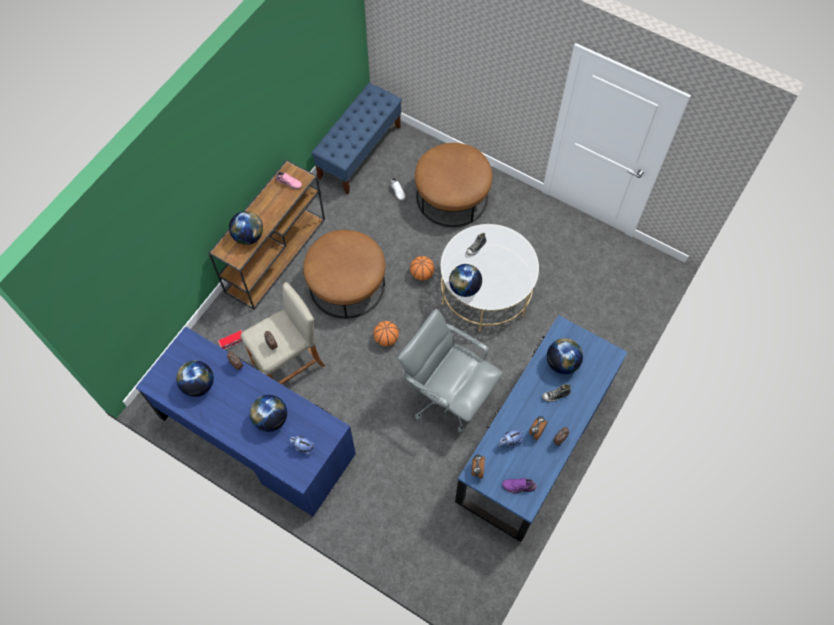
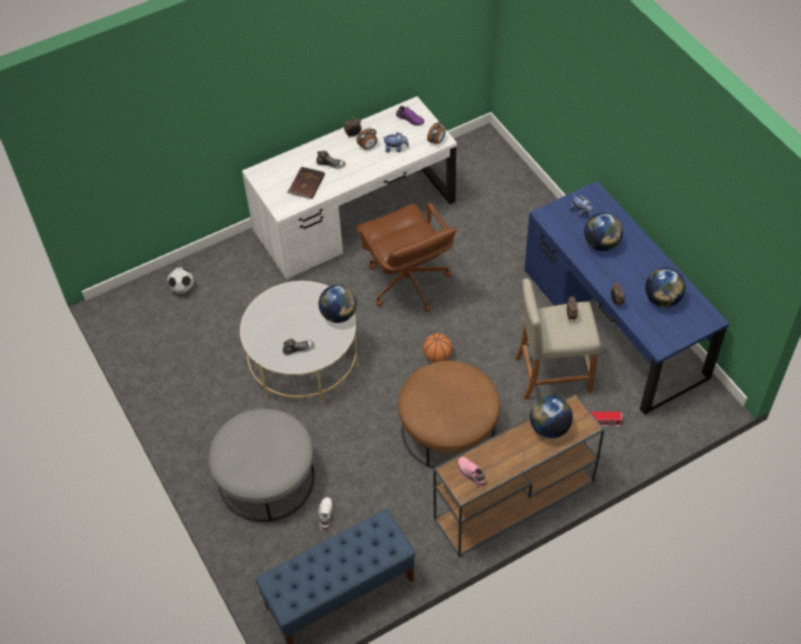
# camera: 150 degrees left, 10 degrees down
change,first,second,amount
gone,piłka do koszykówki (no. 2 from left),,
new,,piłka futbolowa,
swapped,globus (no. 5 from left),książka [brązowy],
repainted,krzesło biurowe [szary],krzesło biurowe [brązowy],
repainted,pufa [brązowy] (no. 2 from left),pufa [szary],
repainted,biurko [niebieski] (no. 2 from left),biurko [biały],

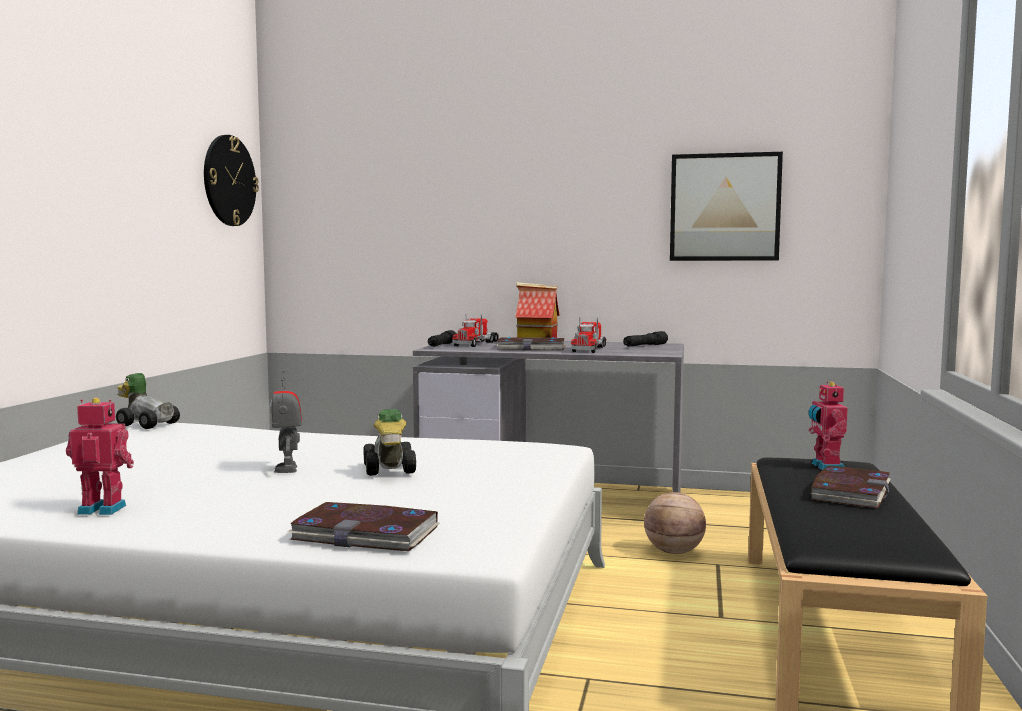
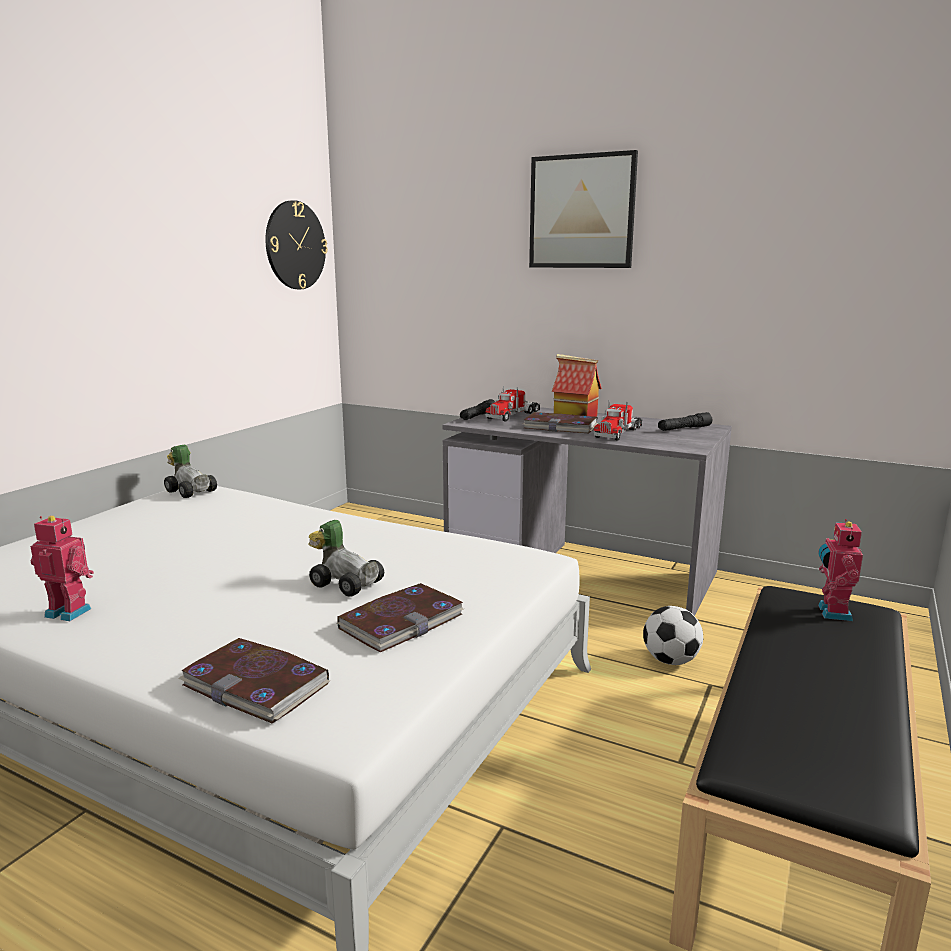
# camera: 15 degrees right, 10 degrees up
change,first,second,amount
gone,robot zabawkowy (no. 2 from left),,
shifted,obraz,,
shifted,książka (no. 3 from left in the first image),książka (no. 2 from left),
swapped,piłka do koszykówki,piłka futbolowa,
rotated,samochodzik (no. 2 from left),,120 degrees clockwise

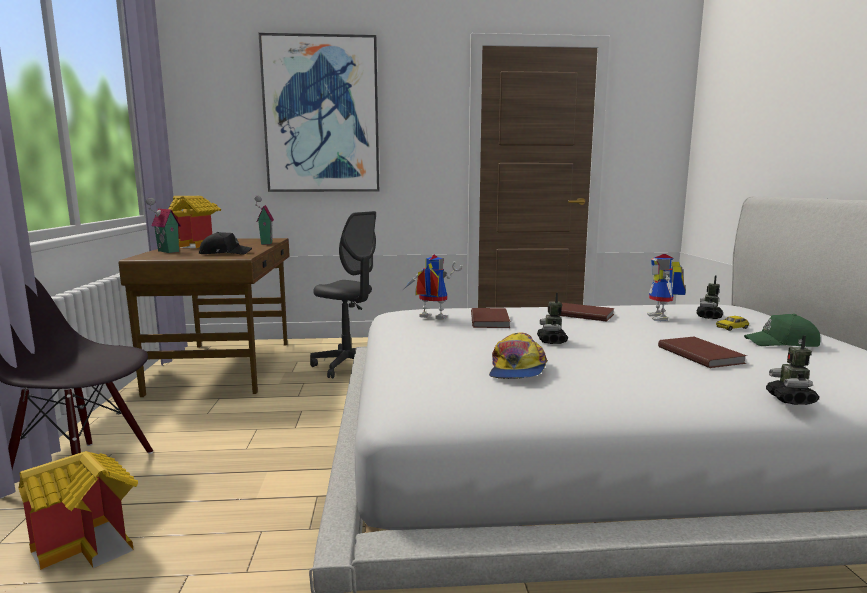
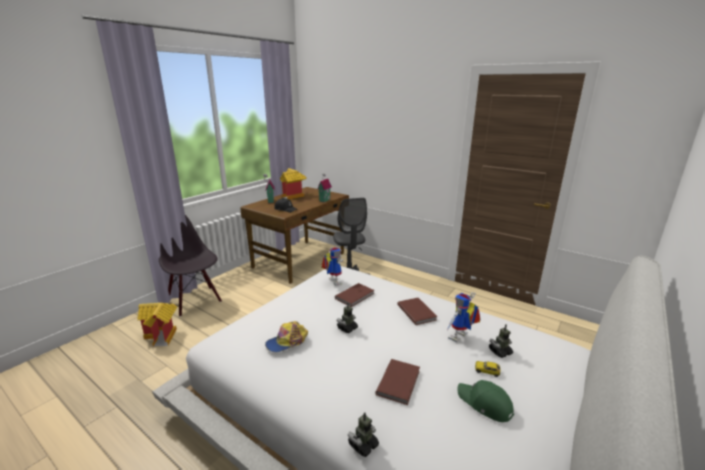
# camera: 40 degrees right, 10 degrees up
change,first,second,amount
gone,obraz,,

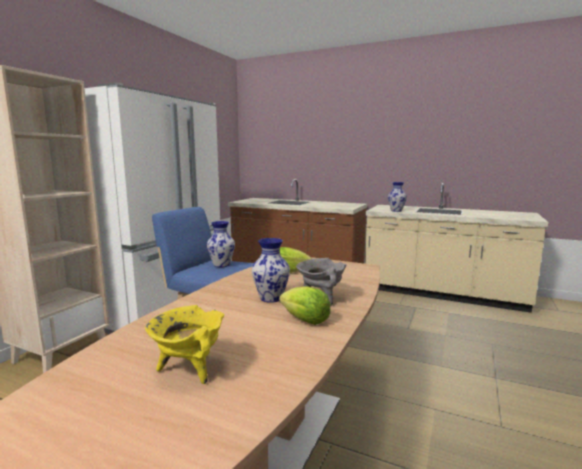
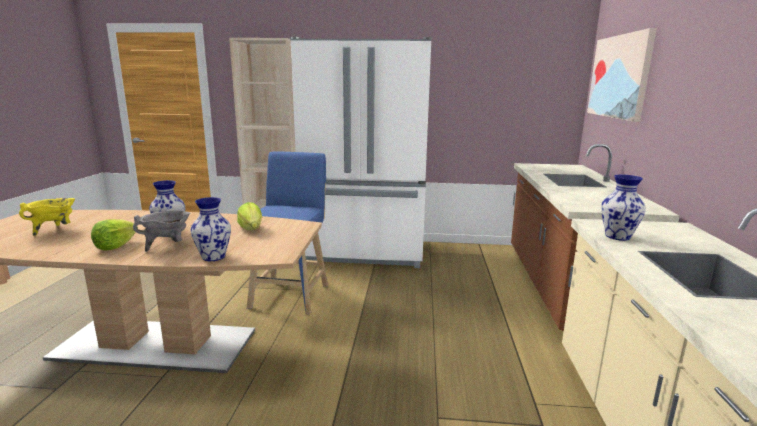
# camera: 70 degrees right, 5 degrees up
change,first,second,amount
new,,obraz,
shifted,wazon (no. 1 from left in the first image),wazon (no. 2 from left),

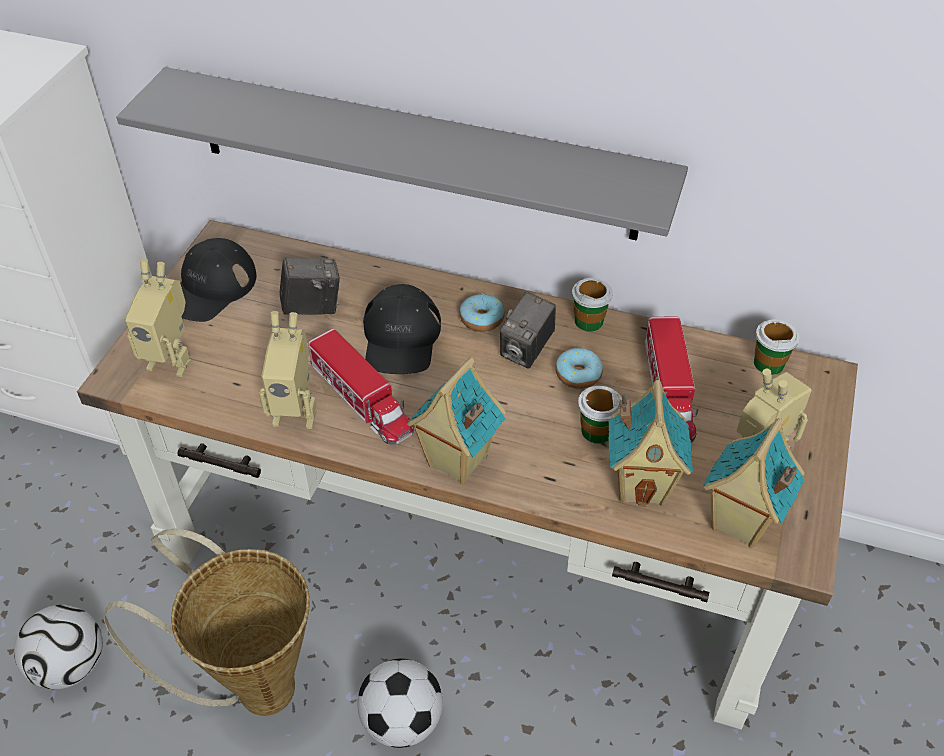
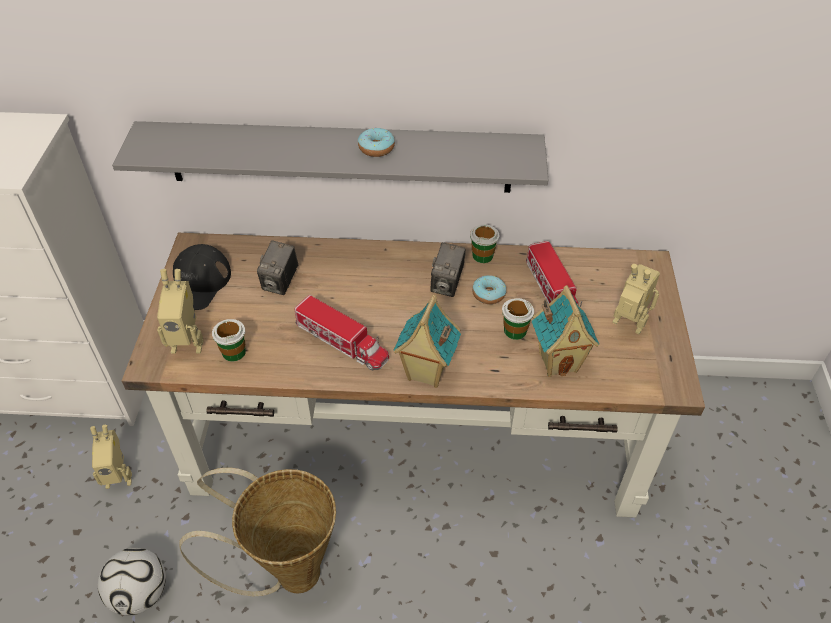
# camera: 15 degrees left, 0 degrees up
change,first,second,amount
gone,piłka futbolowa (no. 2 from left),,
gone,czapka z daszkiem [czarny] (no. 2 from left),,
gone,domek (no. 3 from left),,
shifted,robot zabawkowy (no. 2 from left in the first image),robot zabawkowy (no. 1 from left),
shifted,donut (no. 1 from left),,
shifted,filiżanka (no. 3 from left in the first image),filiżanka (no. 1 from left),
rotated,aparat fotograficzny (no. 1 from left),,135 degrees clockwise

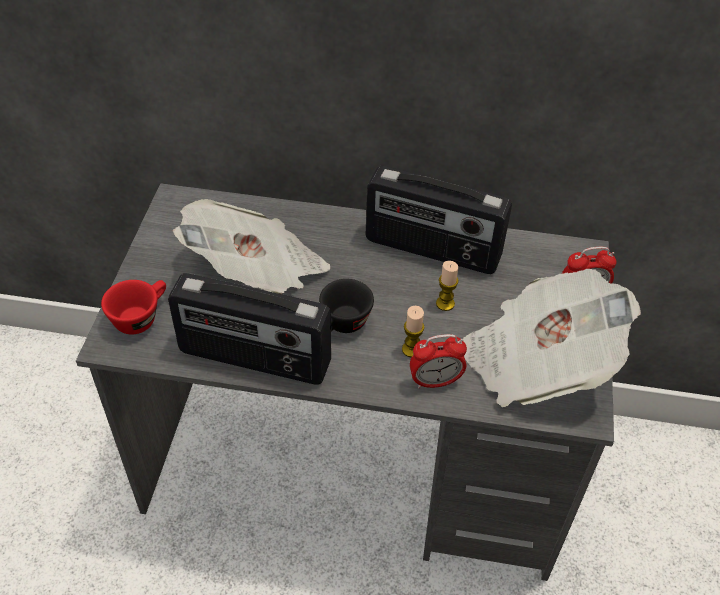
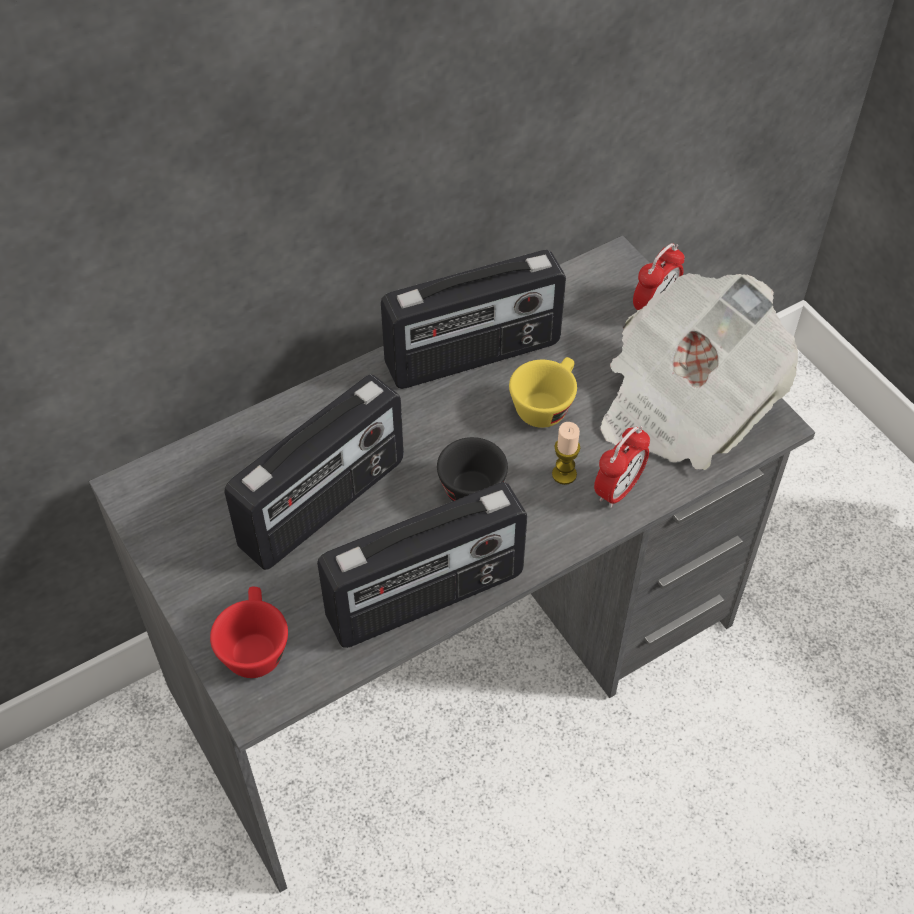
# camera: 40 degrees left, 5 degrees up
change,first,second,amount
swapped,gazeta (no. 1 from left),radio (no. 1 from left),
swapped,świeca (no. 2 from left),filiżanka [żółty],

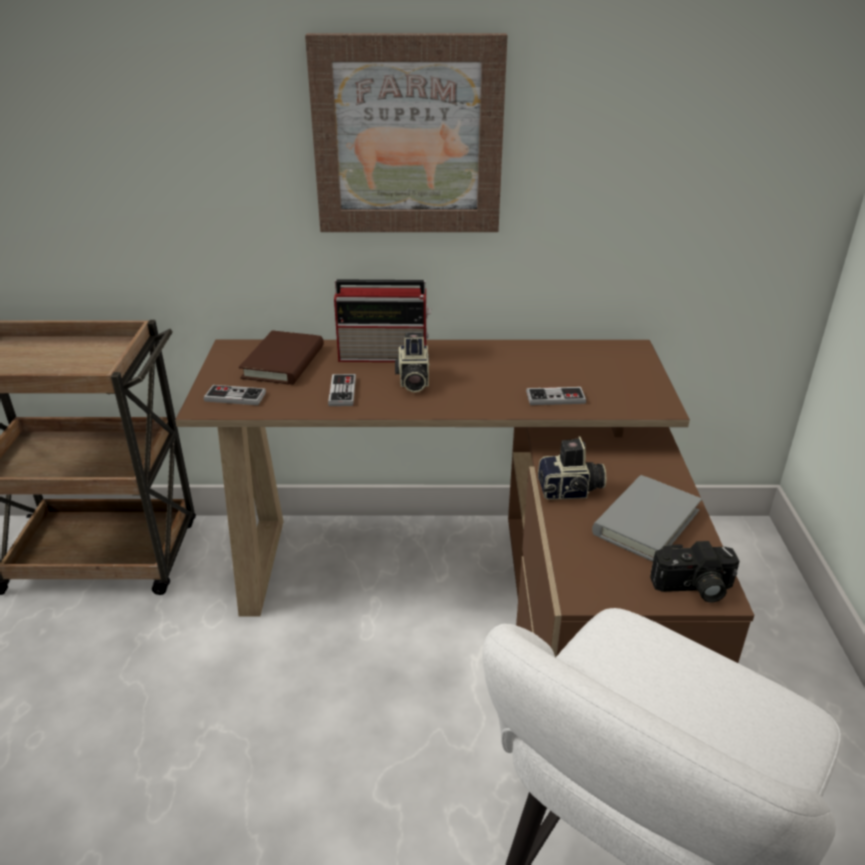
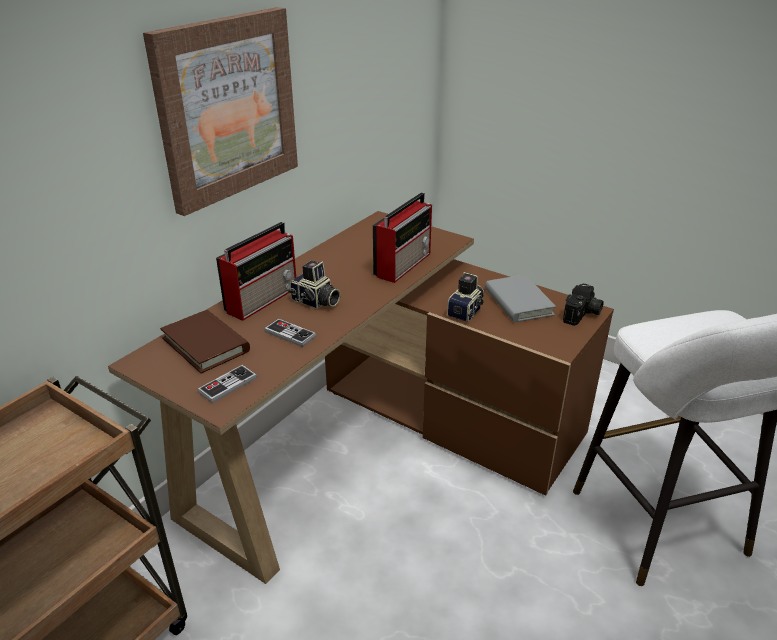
# camera: 55 degrees left, 0 degrees up
change,first,second,amount
swapped,pad do gier (no. 3 from left),radio (no. 2 from left),

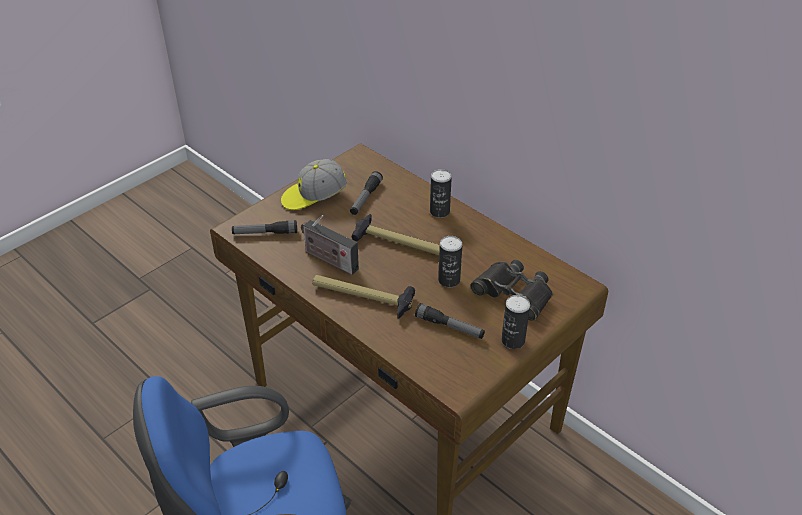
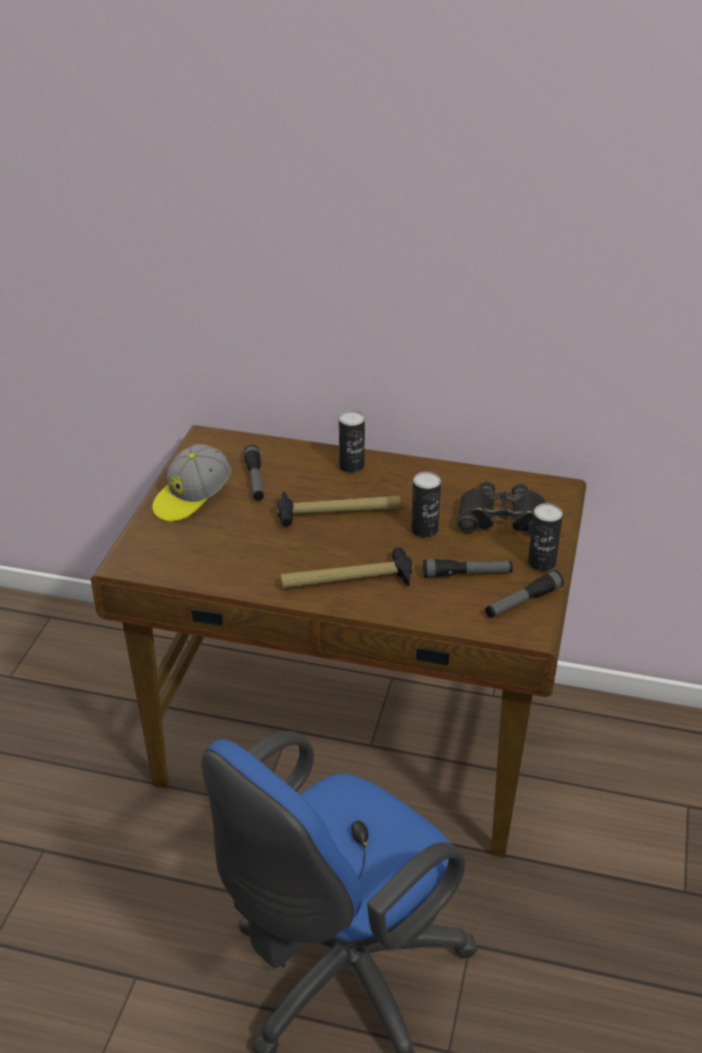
# camera: 30 degrees left, 5 degrees down
change,first,second,amount
gone,radio,,
shifted,latarka (no. 1 from left in the first image),latarka (no. 3 from left),

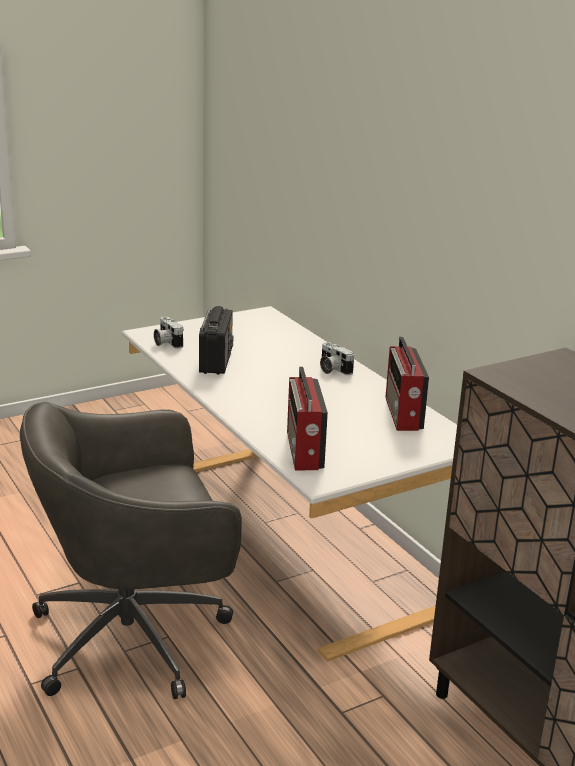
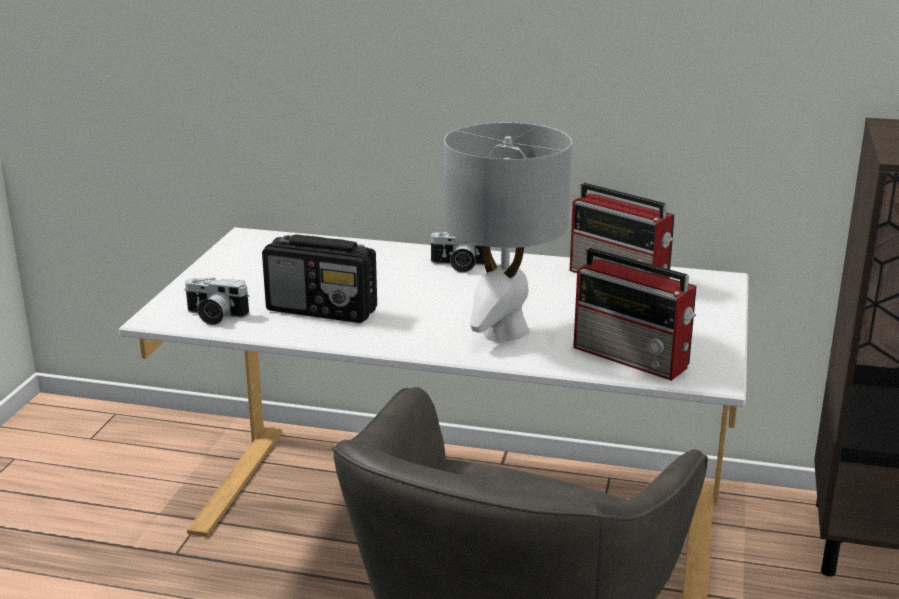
# camera: 45 degrees left, 0 degrees up
change,first,second,amount
new,,lampa stołowa [szary],
rotated,radio (no. 1 from left),,150 degrees clockwise

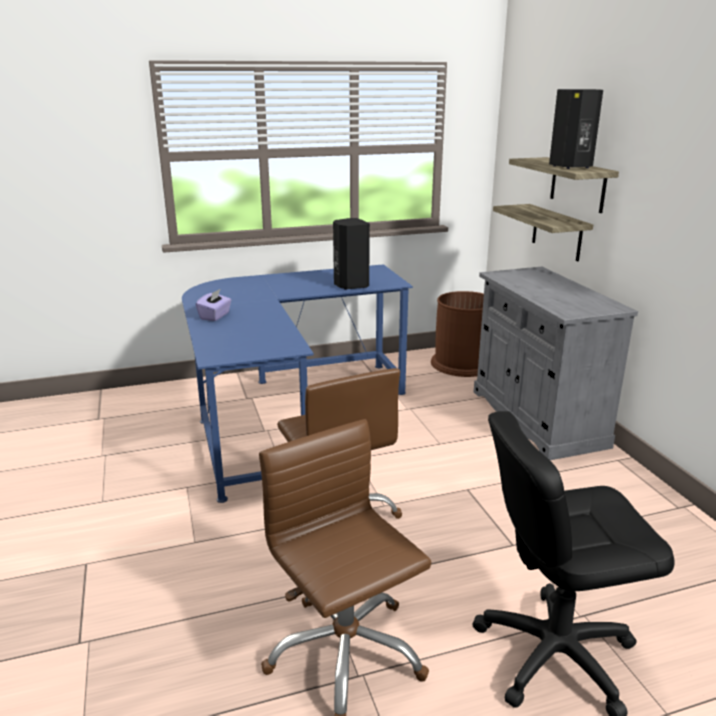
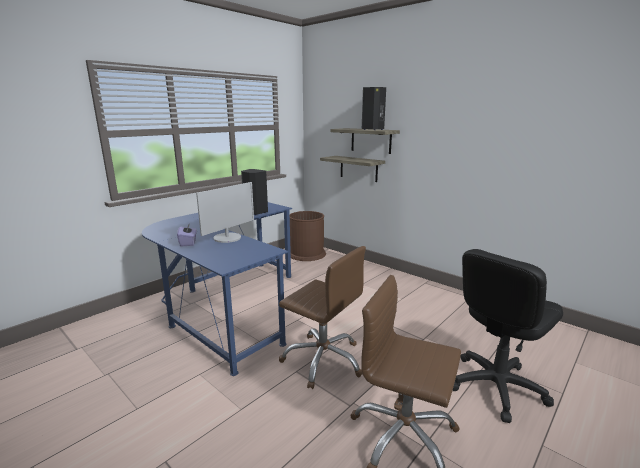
# camera: 30 degrees left, 5 degrees down
change,first,second,amount
gone,szafka [szary],,
new,,monitor,

